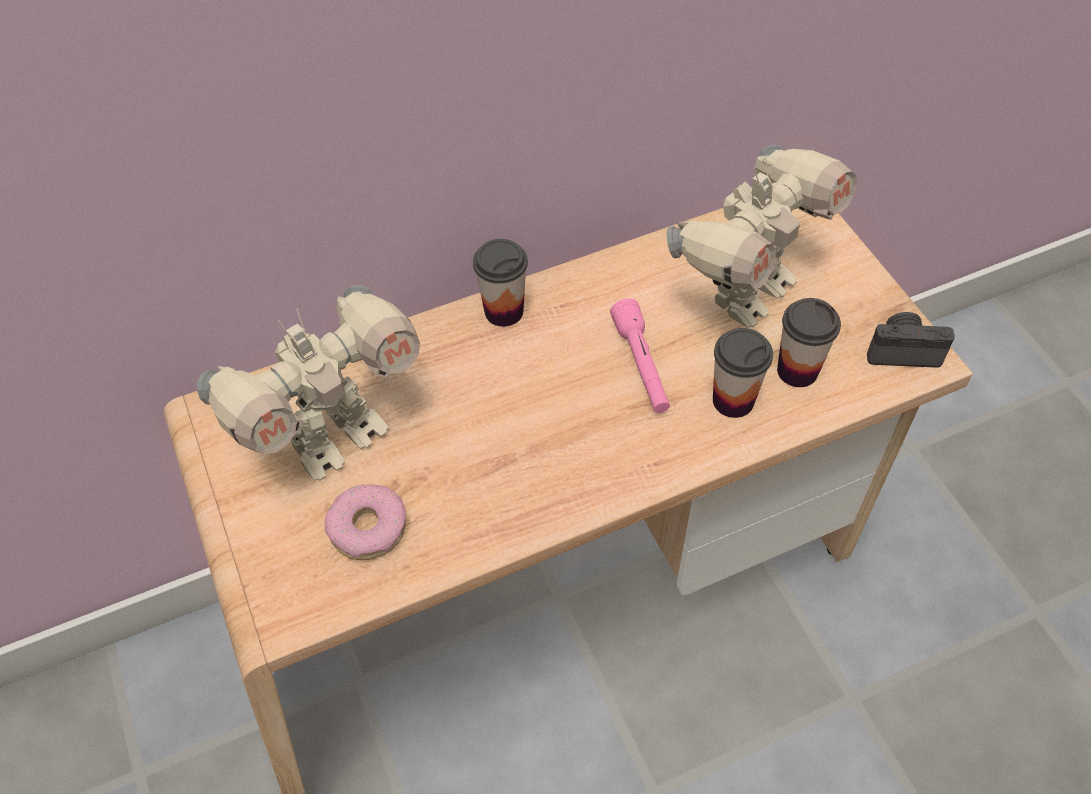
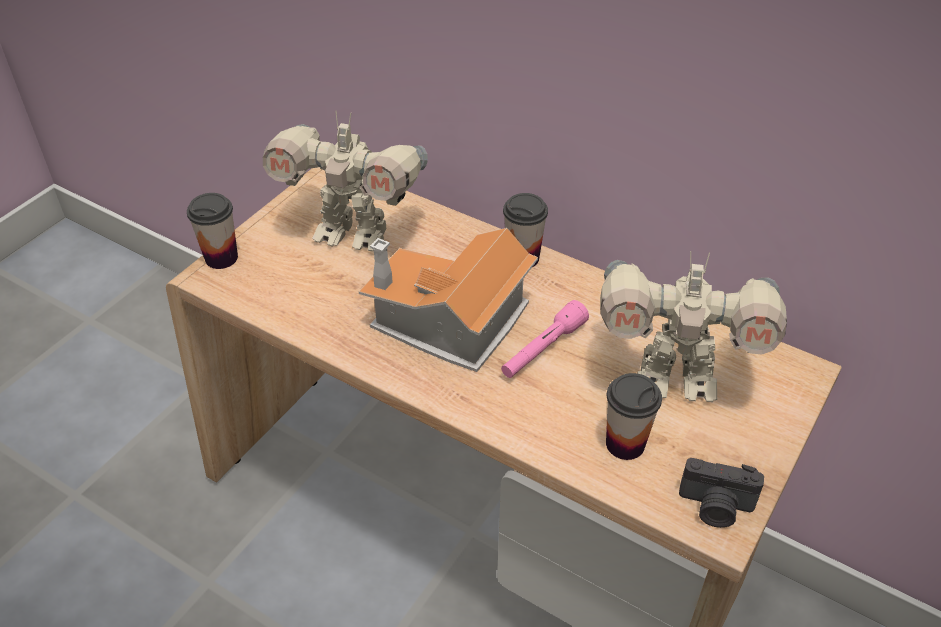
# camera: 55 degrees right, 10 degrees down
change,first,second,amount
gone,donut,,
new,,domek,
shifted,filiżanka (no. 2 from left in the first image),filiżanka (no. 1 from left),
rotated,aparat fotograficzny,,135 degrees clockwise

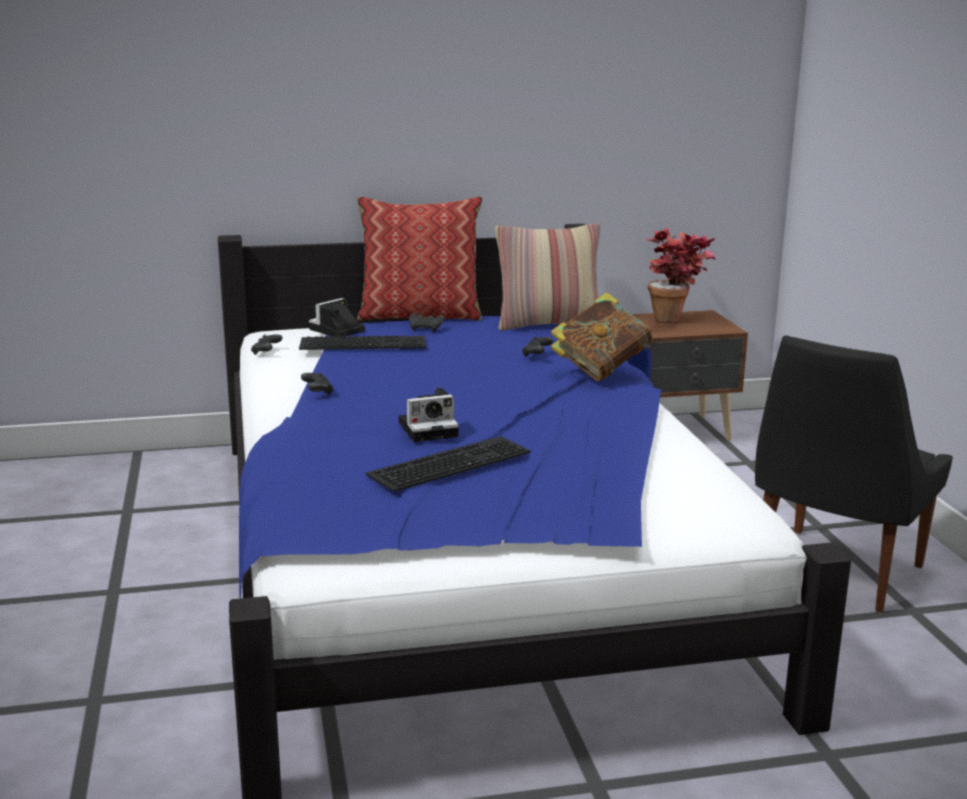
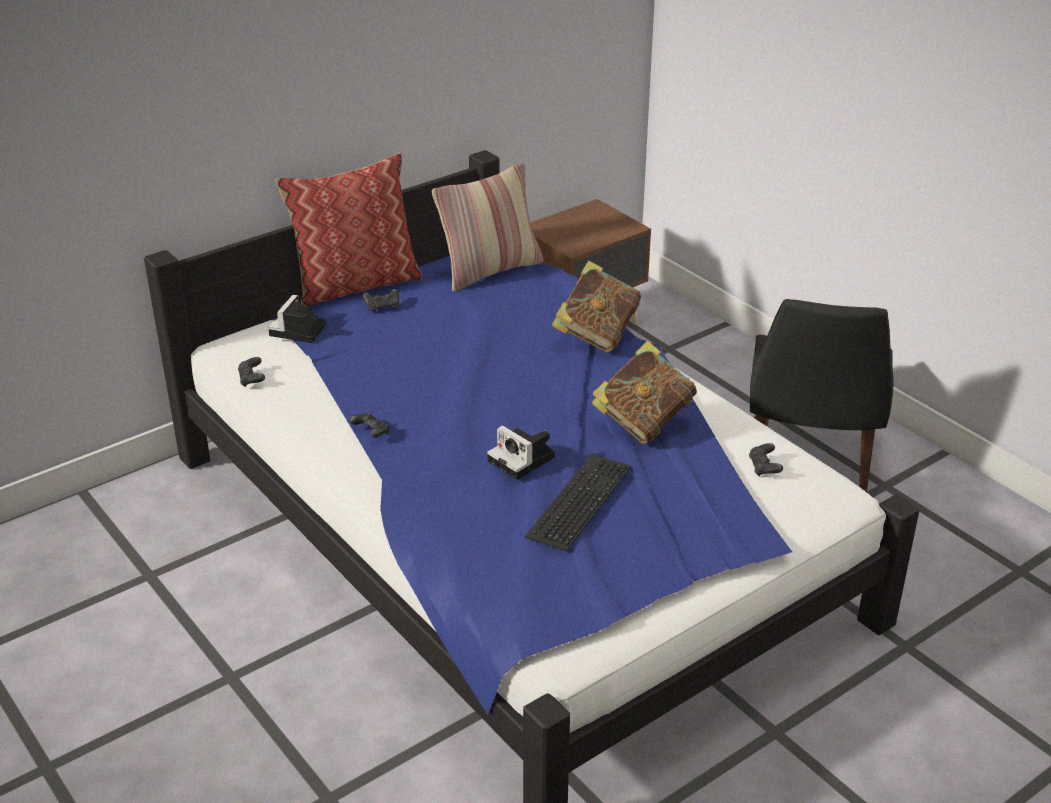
# camera: 25 degrees left, 15 degrees up
change,first,second,amount
gone,klawiatura (no. 1 from left),,
gone,roślina doniczkowa,,
new,,książka (no. 2 from left),
shifted,pad do gier [czarny] (no. 4 from left),,
rotated,aparat fotograficzny (no. 2 from left),,90 degrees clockwise

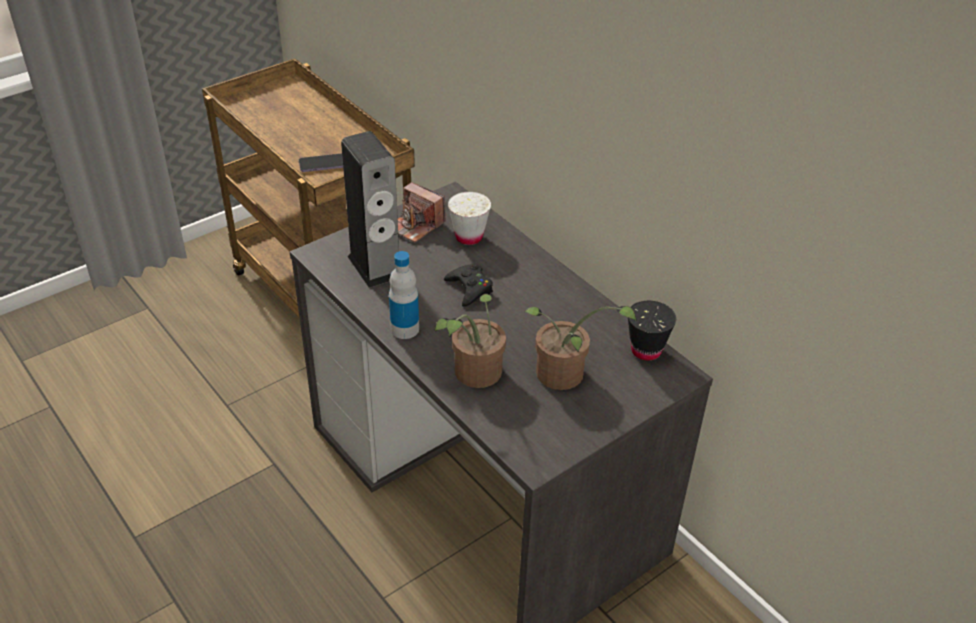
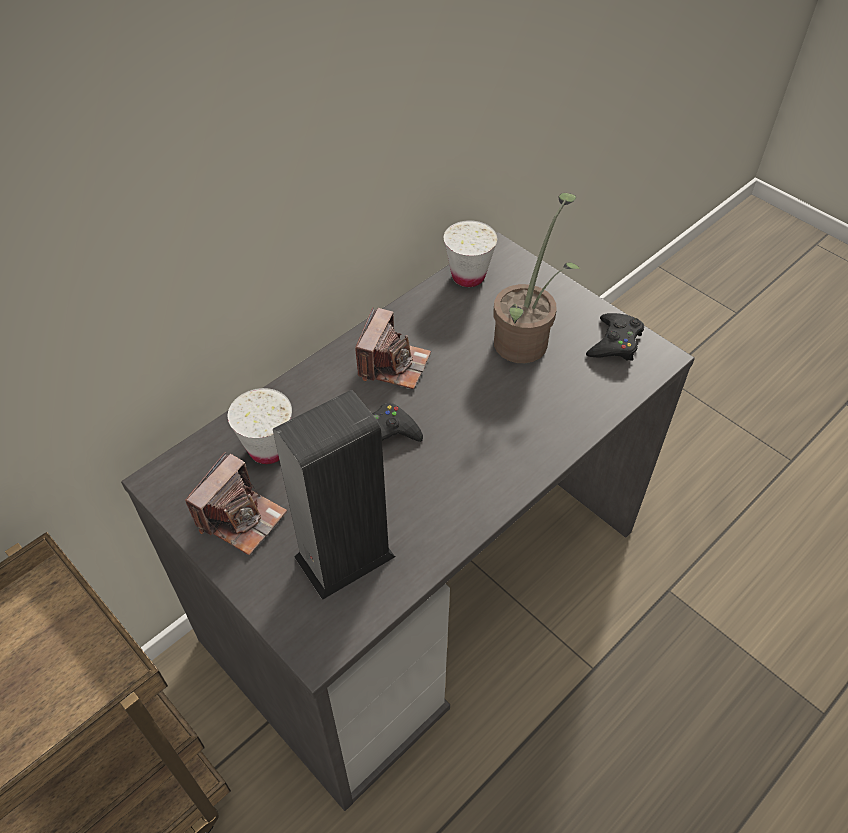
# camera: 95 degrees left, 10 degrees up
change,first,second,amount
gone,telefon,,
gone,butelka,,
gone,roślina doniczkowa (no. 1 from left),,
new,,aparat fotograficzny (no. 2 from left),
new,,pad do gier [czarny] (no. 2 from left),
repainted,filiżanka [czarny],filiżanka [biały] (no. 2 from left),

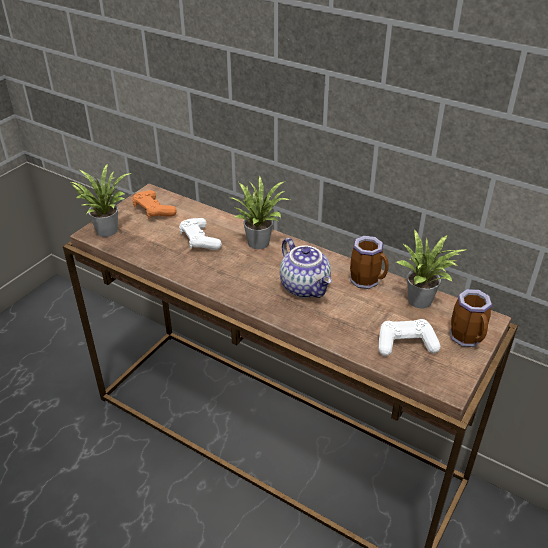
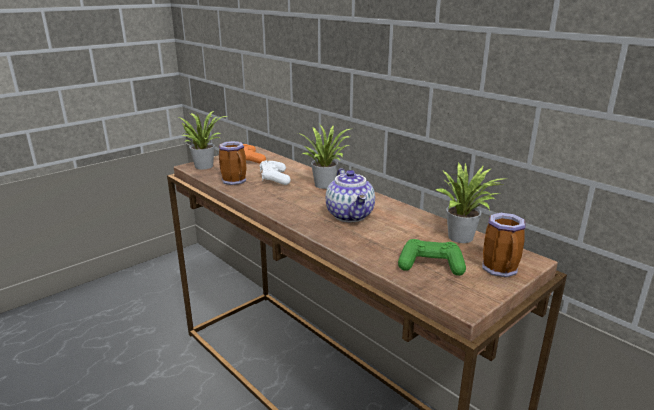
# camera: 15 degrees right, 15 degrees down
change,first,second,amount
shifted,kubek (no. 1 from left),,
repainted,pad do gier [biały] (no. 2 from left),pad do gier [zielony],

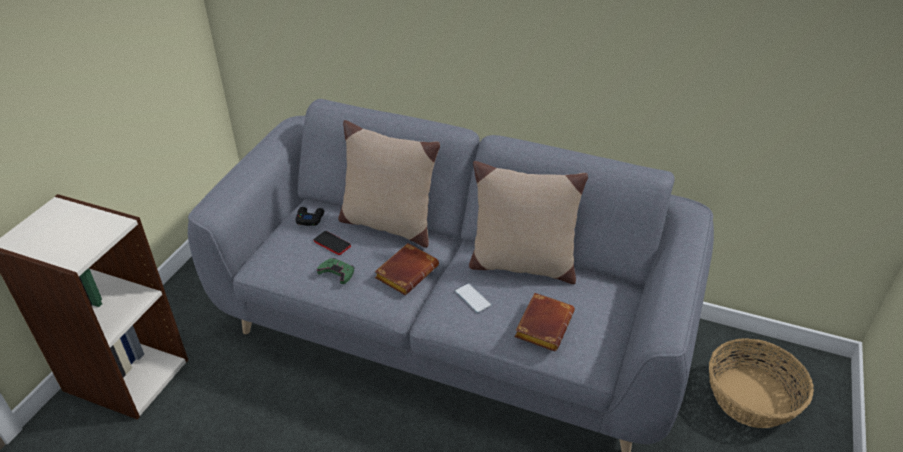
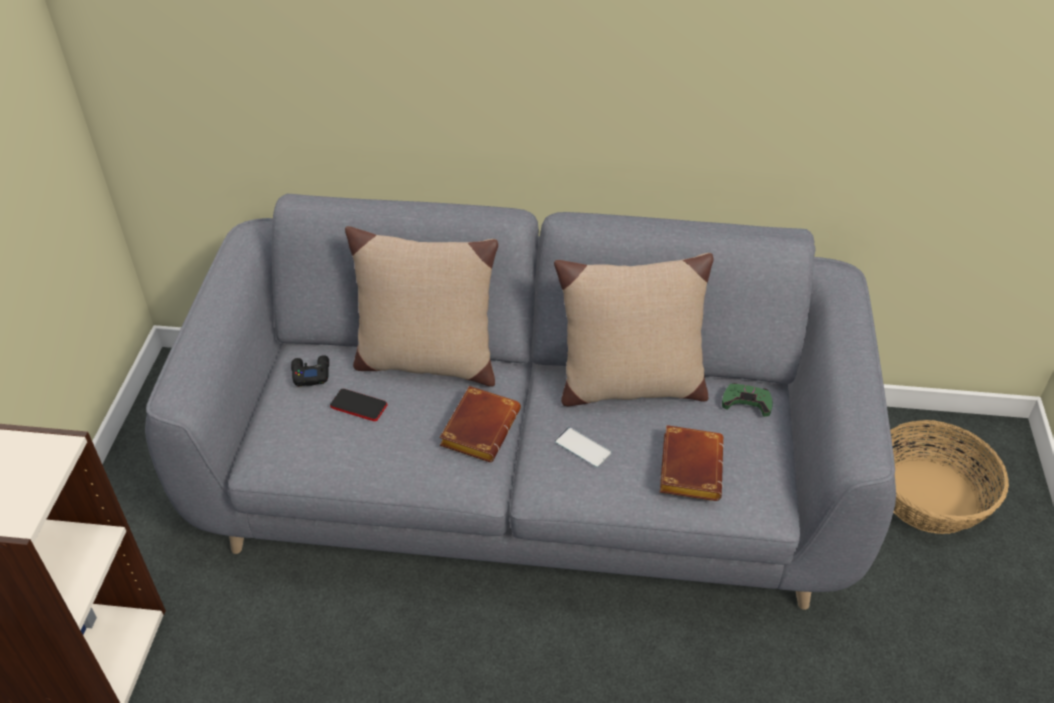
# camera: 15 degrees left, 5 degrees up
change,first,second,amount
shifted,pad do gier [zielony],,

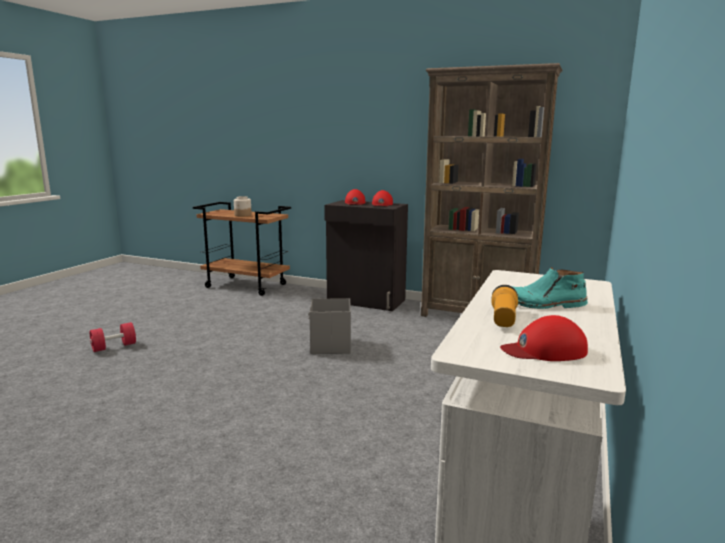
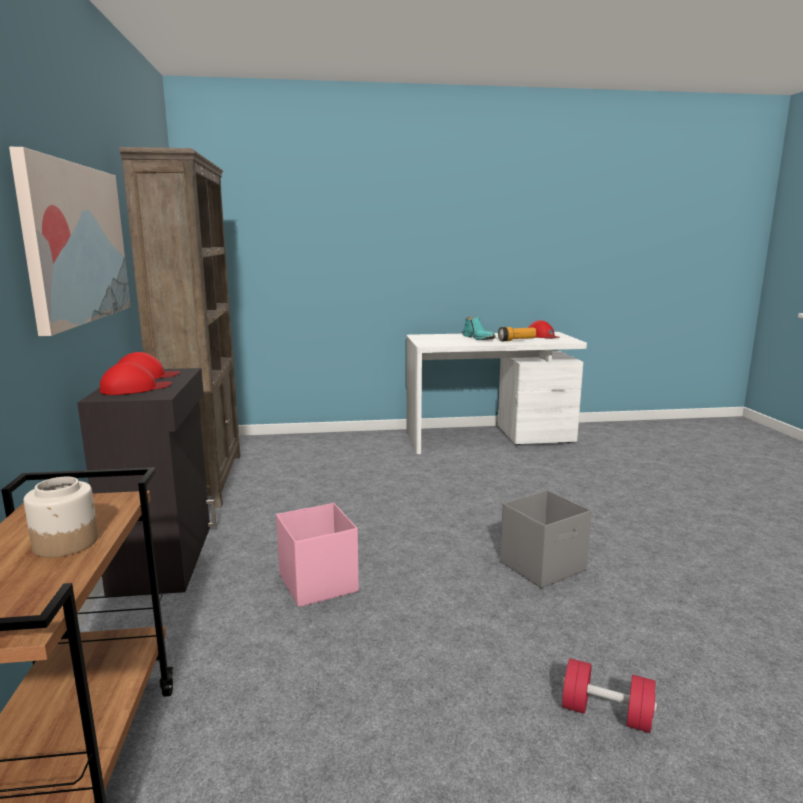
# camera: 120 degrees left, 0 degrees up
change,first,second,amount
new,,obraz,
new,,pojemnik do przechowywania [różowy],
shifted,pojemnik do przechowywania [szary],,

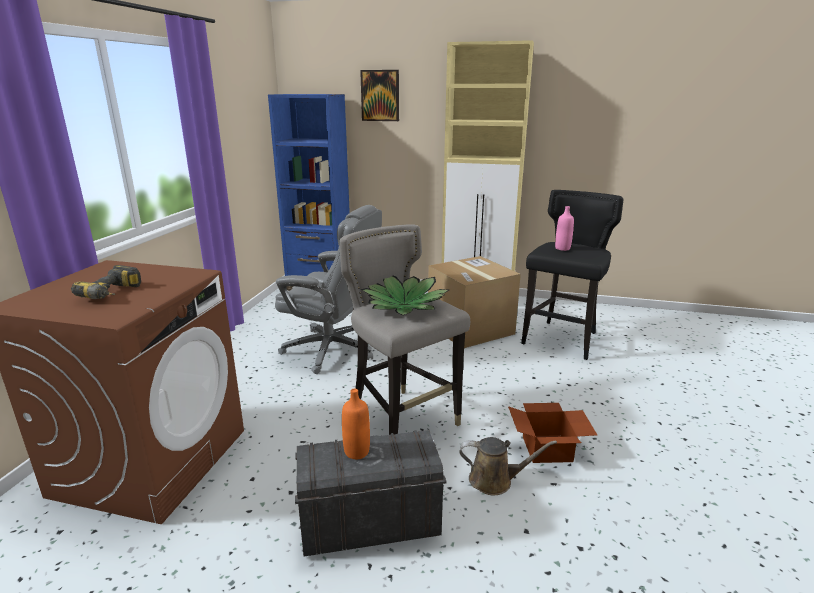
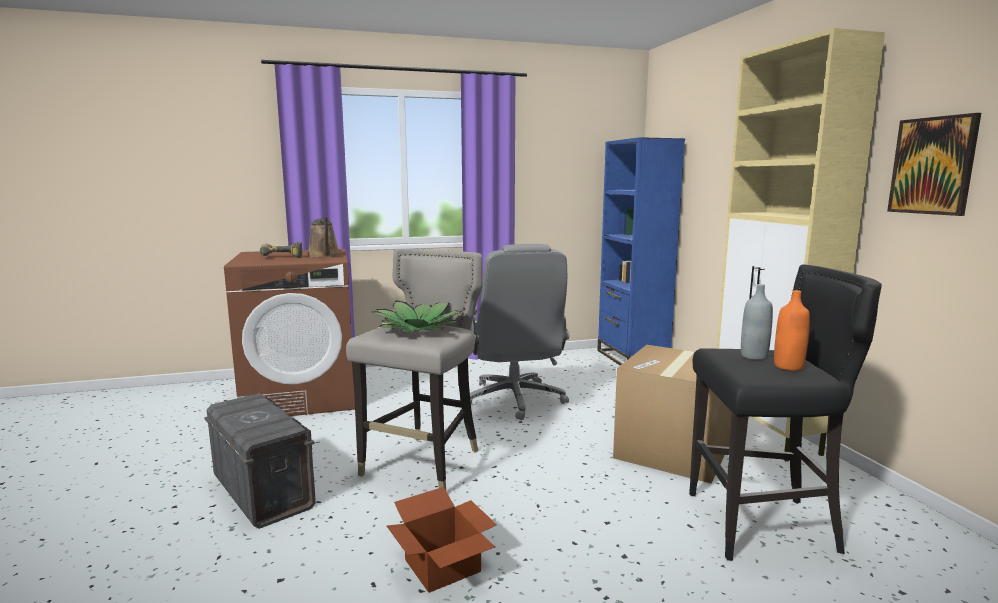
# camera: 60 degrees right, 10 degrees down
change,first,second,amount
shifted,butelka [pomarańczowy],,
shifted,obraz,,
shifted,konewka [brązowy],,
repainted,butelka [różowy],butelka [szary],

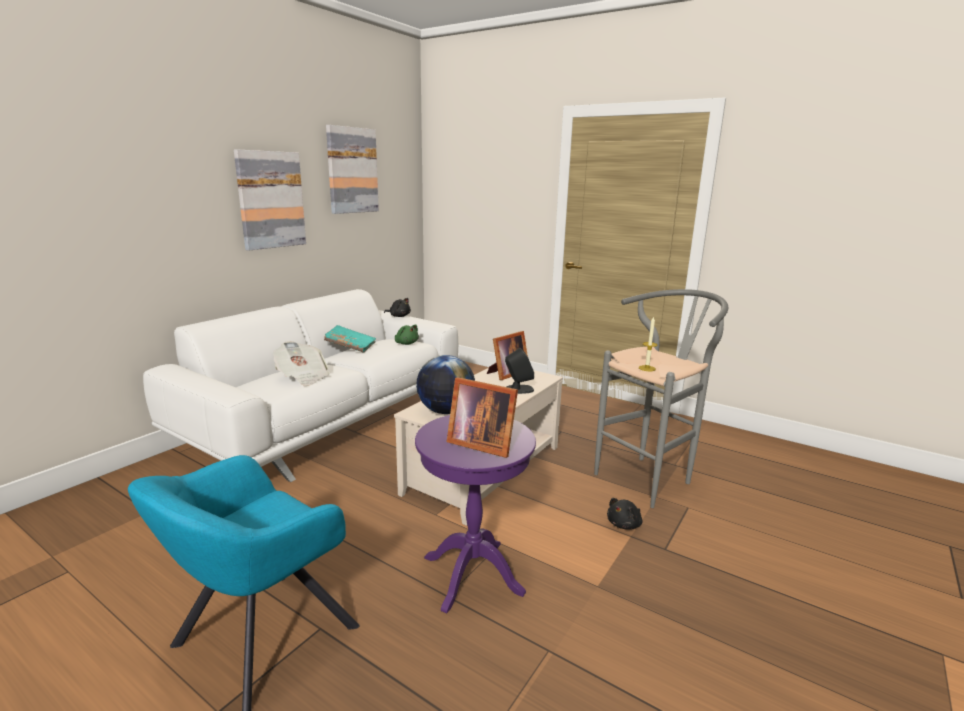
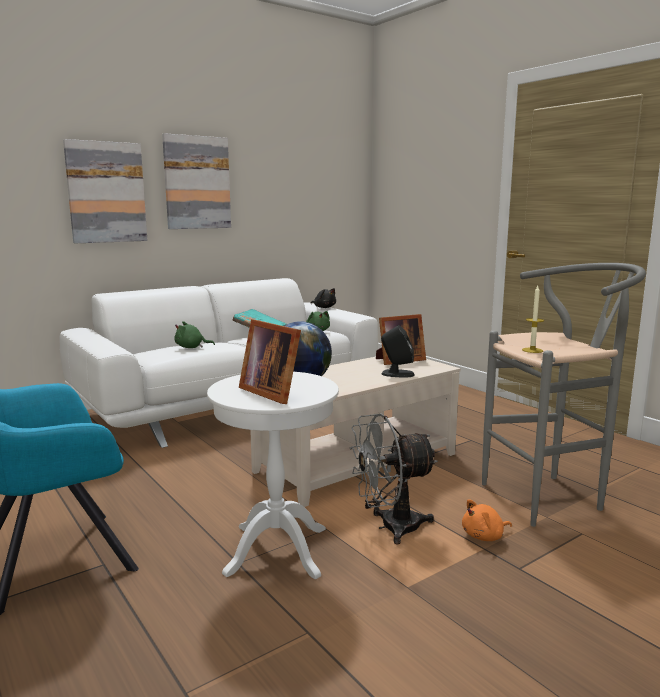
# camera: 20 degrees right, 5 degrees down
change,first,second,amount
new,,wentylator [szary],
shifted,obraz (no. 2 from left in the first image),obraz (no. 1 from left),
swapped,gazeta,pluszak [zielony] (no. 1 from left),
repainted,stolik [fioletowy],stolik [biały],
repainted,pluszak [czarny] (no. 2 from left),pluszak [pomarańczowy],

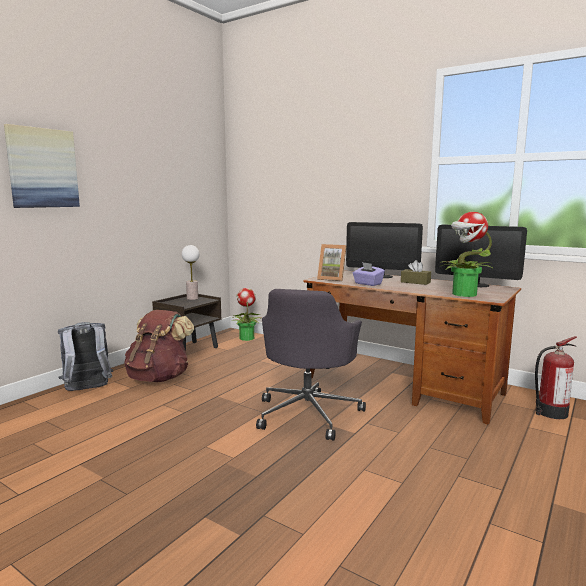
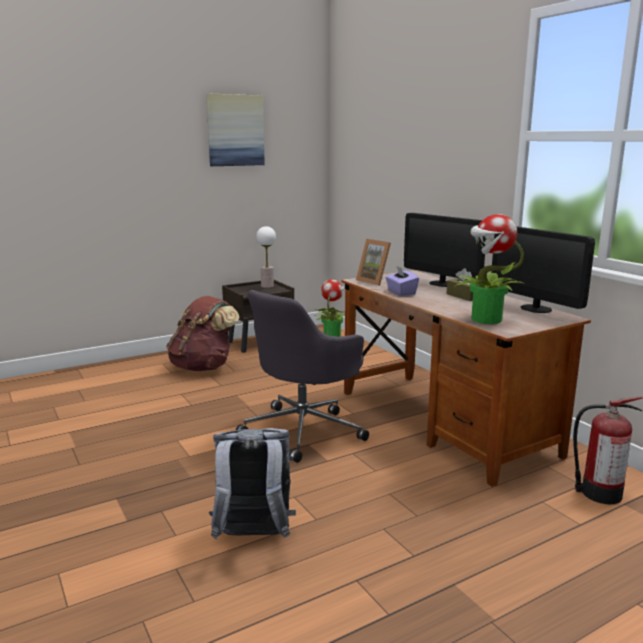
# camera: 25 degrees right, 5 degrees up
change,first,second,amount
shifted,obraz,,
shifted,plecak [szary],,

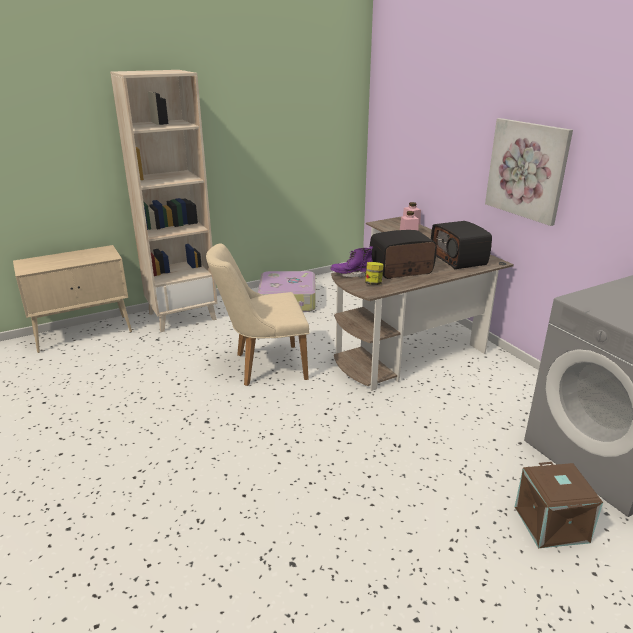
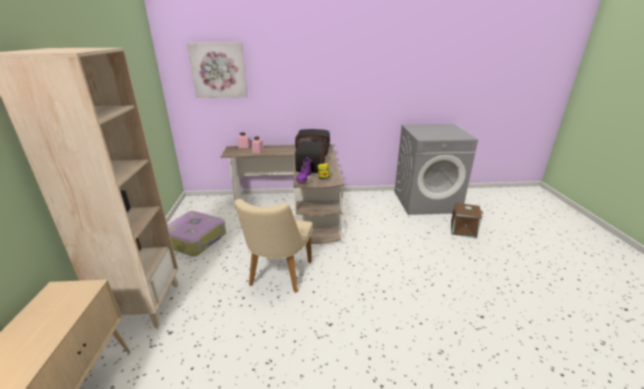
# camera: 65 degrees left, 0 degrees up
change,first,second,amount
shifted,obraz,,

